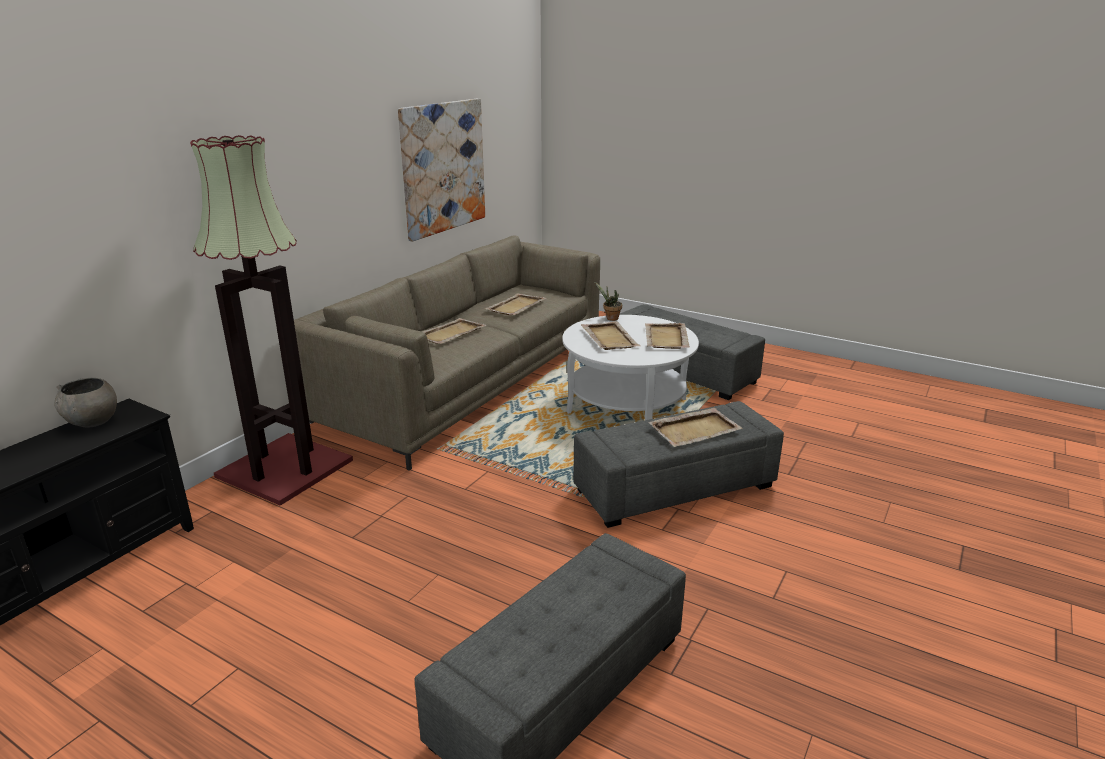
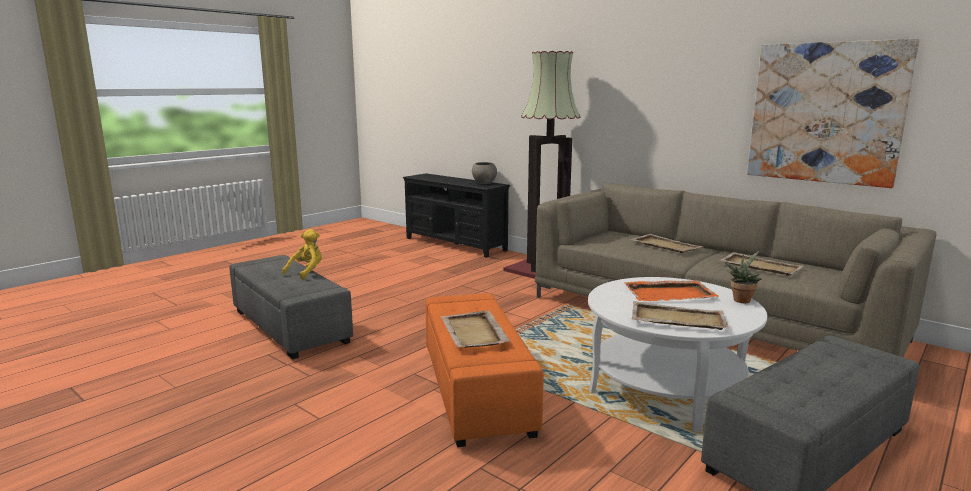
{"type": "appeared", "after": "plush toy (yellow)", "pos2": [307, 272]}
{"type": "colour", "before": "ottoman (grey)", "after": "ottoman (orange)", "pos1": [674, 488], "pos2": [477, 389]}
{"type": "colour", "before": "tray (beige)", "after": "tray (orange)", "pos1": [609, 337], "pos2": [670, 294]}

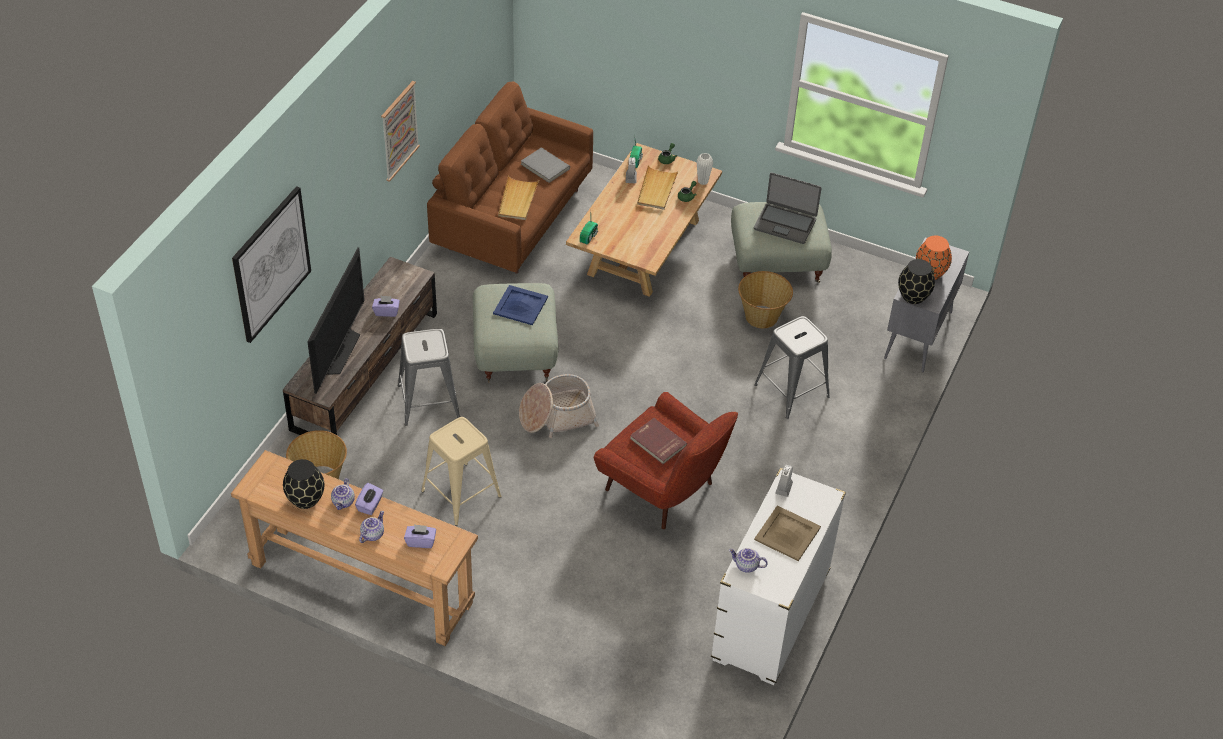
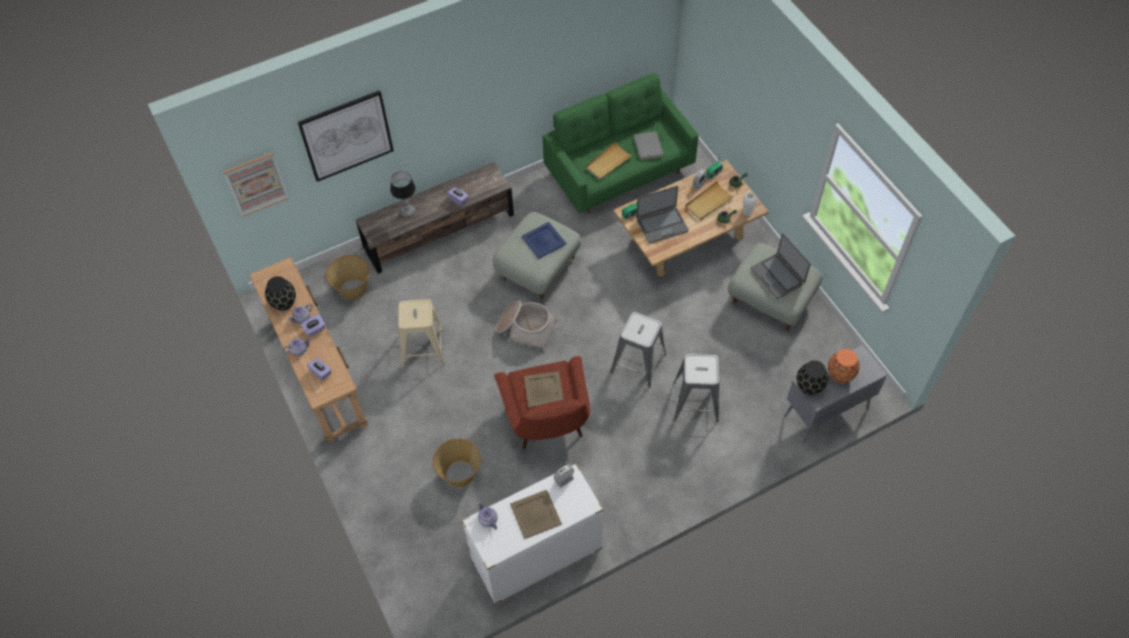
{"type": "appeared", "after": "laptop", "pos2": [662, 225]}
{"type": "relocated", "before": "picture", "pos1": [399, 130], "pos2": [256, 183]}
{"type": "relocated", "before": "stool (grey)", "pos1": [428, 401], "pos2": [638, 363]}
{"type": "relocated", "before": "basket", "pos1": [762, 317], "pos2": [460, 474]}
{"type": "exchanged", "before": "television", "after": "table lamp", "pos1": [339, 351], "pos2": [408, 211]}
{"type": "exchanged", "before": "book (red)", "after": "tray (beige)", "pos1": [657, 443], "pos2": [543, 390]}
{"type": "colour", "before": "sofa (brown)", "after": "sofa (green)", "pos1": [513, 218], "pos2": [619, 172]}

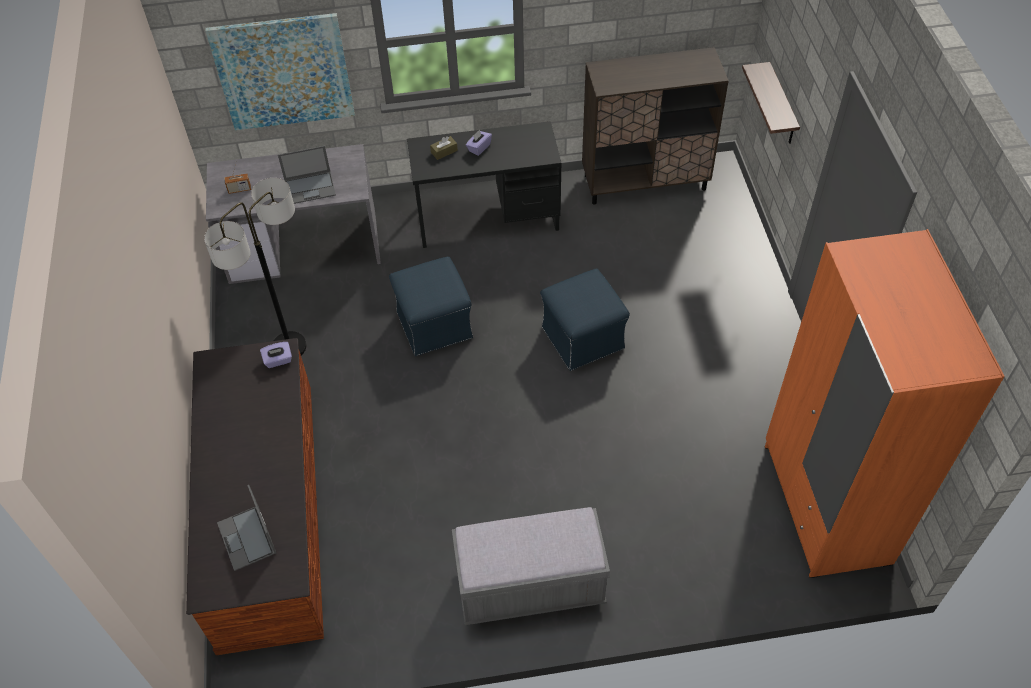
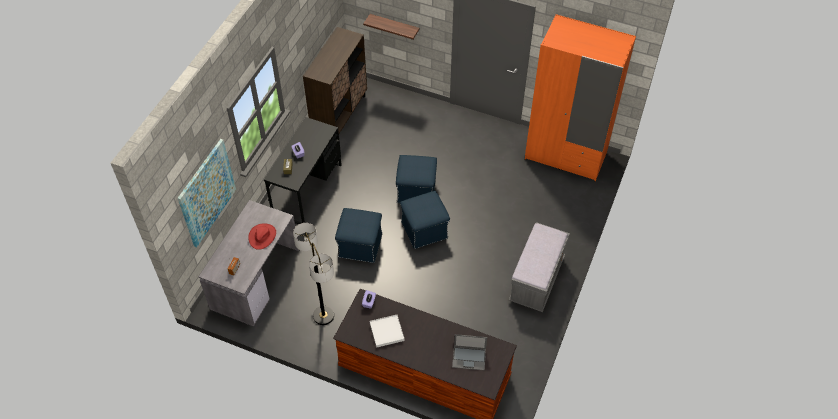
{"type": "appeared", "after": "tray (white)", "pos2": [387, 331]}
{"type": "appeared", "after": "ottoman (blue)", "pos2": [425, 230]}
{"type": "exchanged", "before": "laptop", "after": "hat (red)", "pos1": [310, 187], "pos2": [262, 236]}

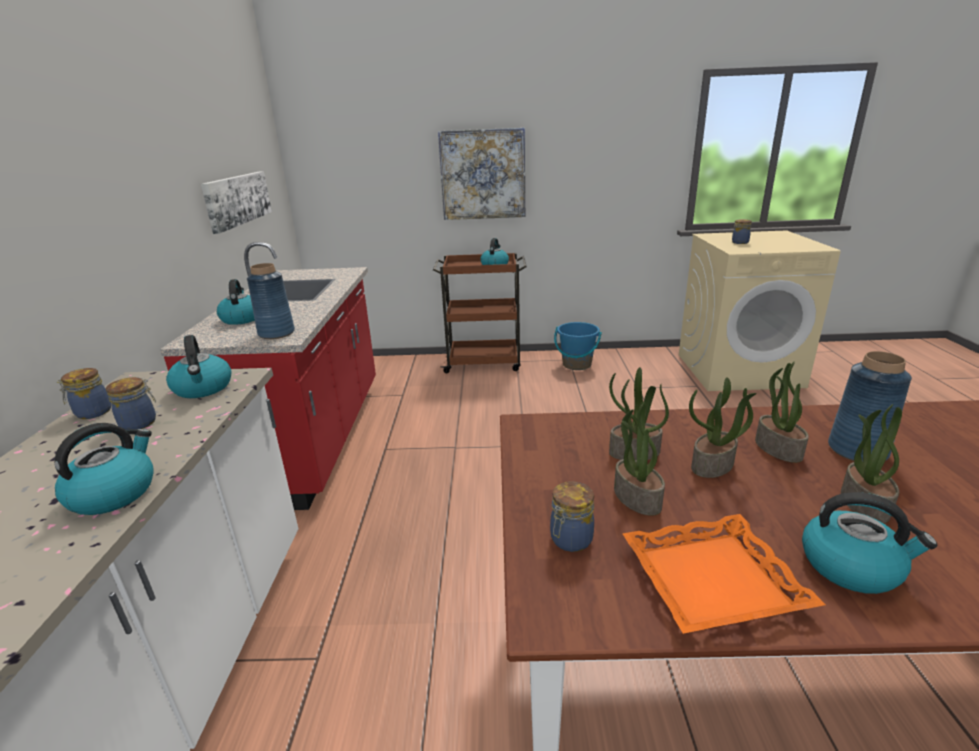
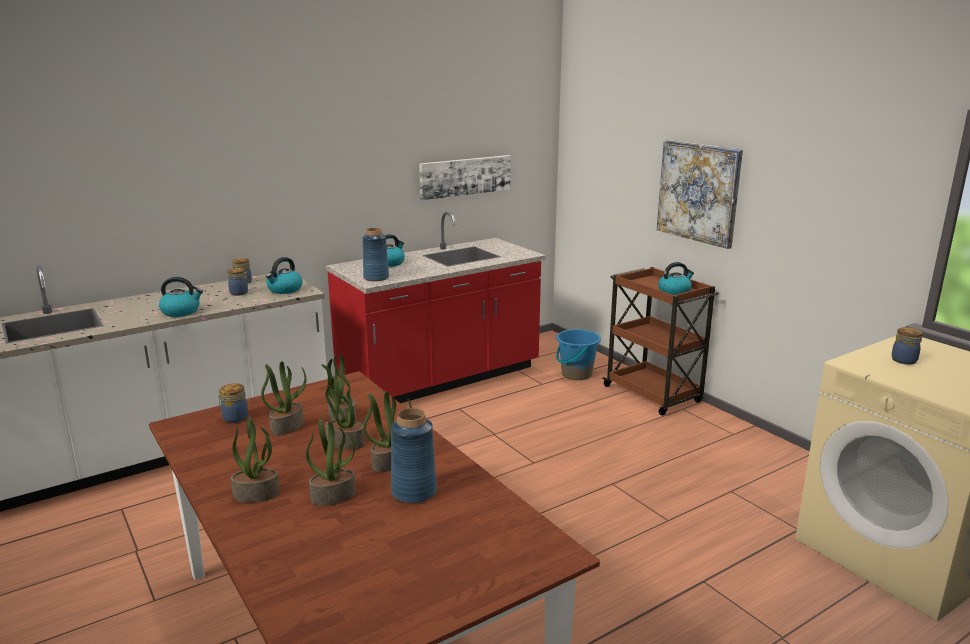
{"type": "missing", "before": "tray (orange)", "pos1": [713, 581]}
{"type": "relocated", "before": "bucket (blue)", "pos1": [576, 364], "pos2": [576, 374]}
{"type": "exchanged", "before": "kettle", "after": "potted plant", "pos1": [851, 566], "pos2": [257, 494]}

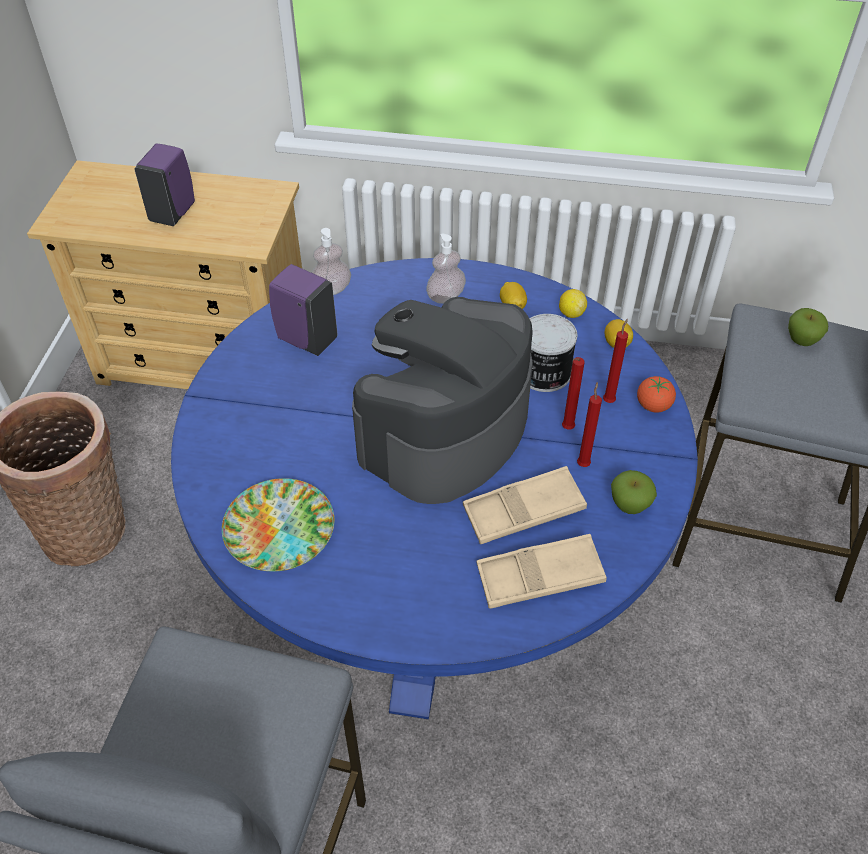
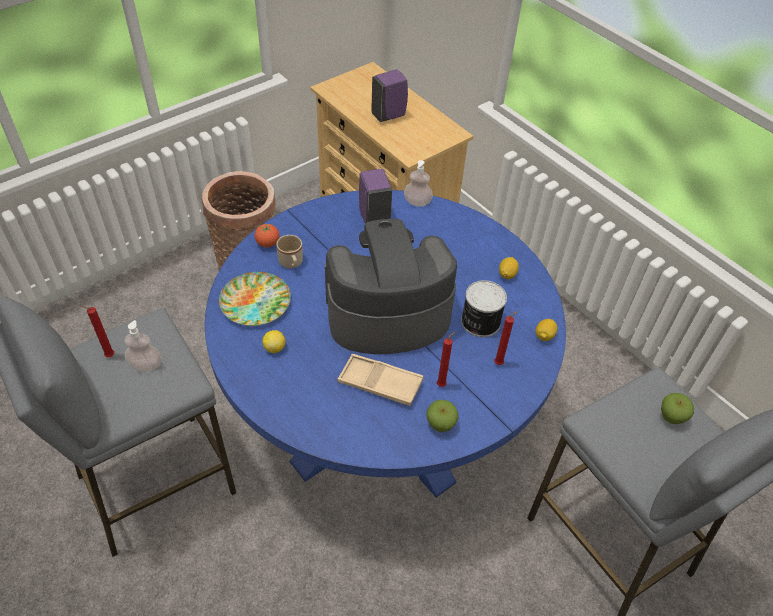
{"type": "missing", "before": "tray (beige)", "pos1": [539, 577]}
{"type": "appeared", "after": "mug (beige)", "pos2": [291, 264]}
{"type": "relocated", "before": "soap dispenser", "pos1": [446, 296], "pos2": [146, 365]}
{"type": "relocated", "before": "lemon", "pos1": [571, 313], "pos2": [274, 348]}
{"type": "relocated", "before": "candle (red)", "pos1": [566, 429], "pos2": [108, 356]}
{"type": "relocated", "before": "tomato", "pos1": [653, 406], "pos2": [268, 243]}

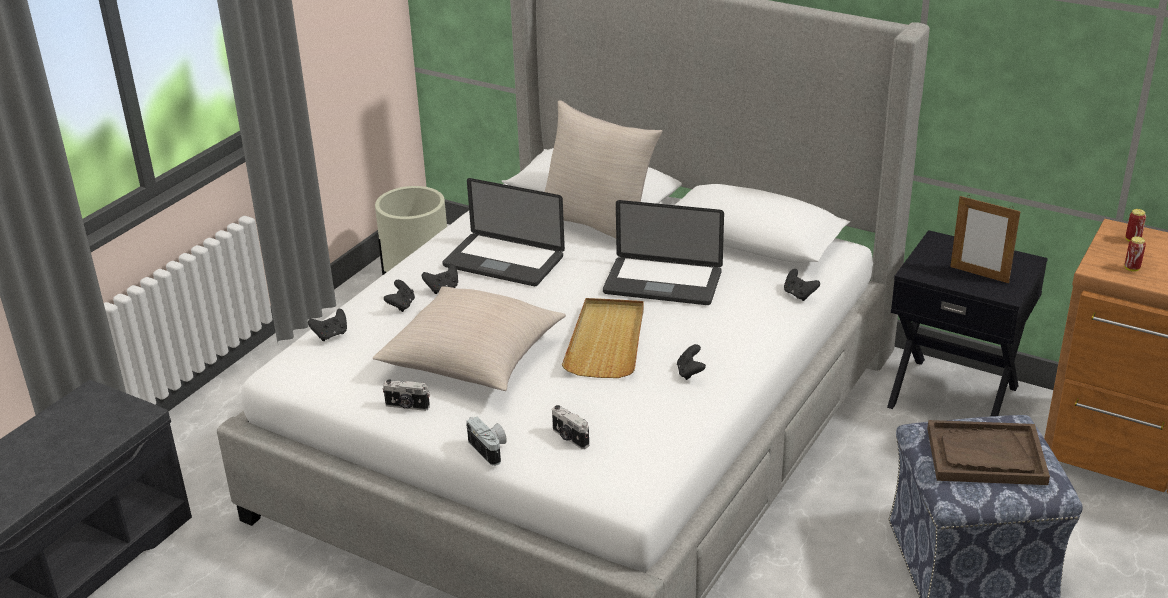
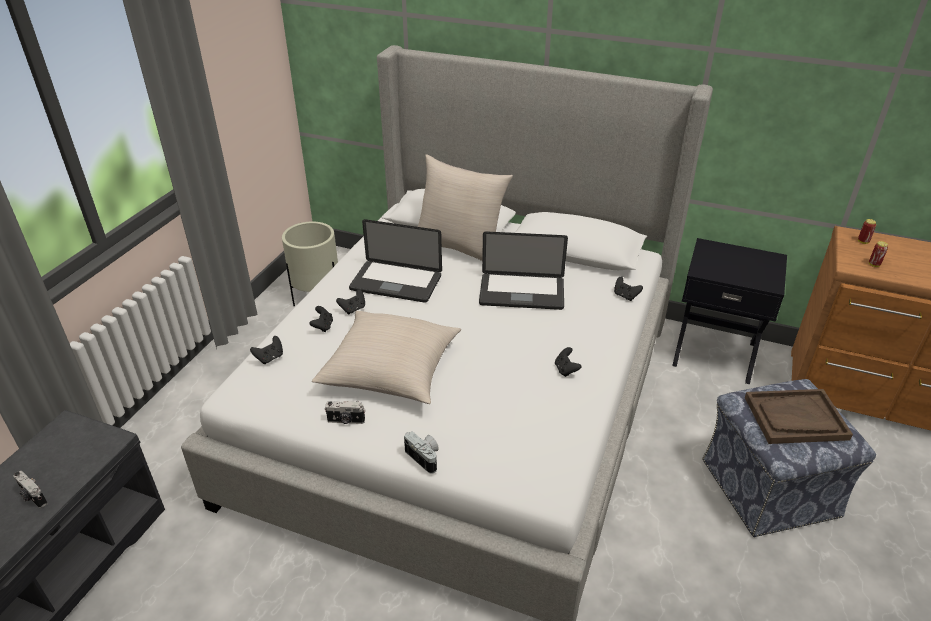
{"type": "missing", "before": "tray (beige)", "pos1": [607, 341]}
{"type": "missing", "before": "picture frame", "pos1": [979, 274]}
{"type": "relocated", "before": "photo camera", "pos1": [569, 438], "pos2": [33, 497]}

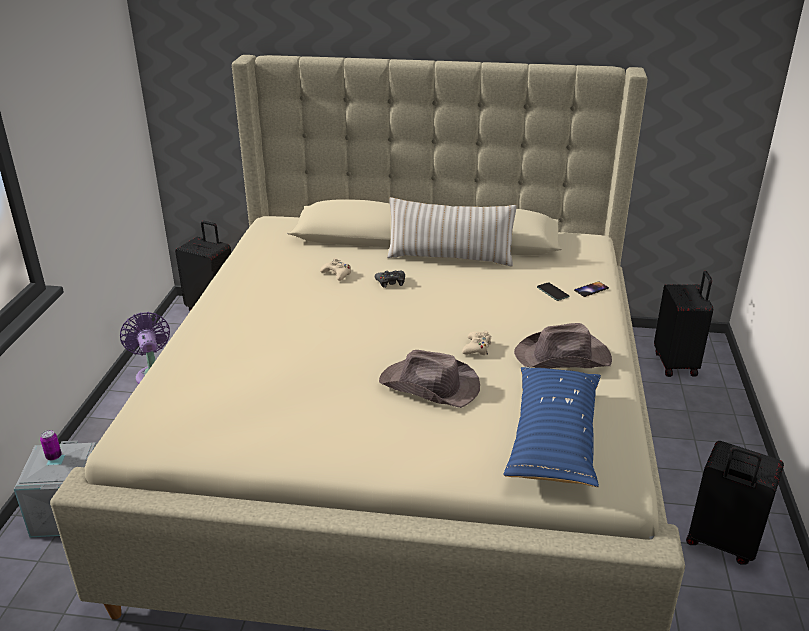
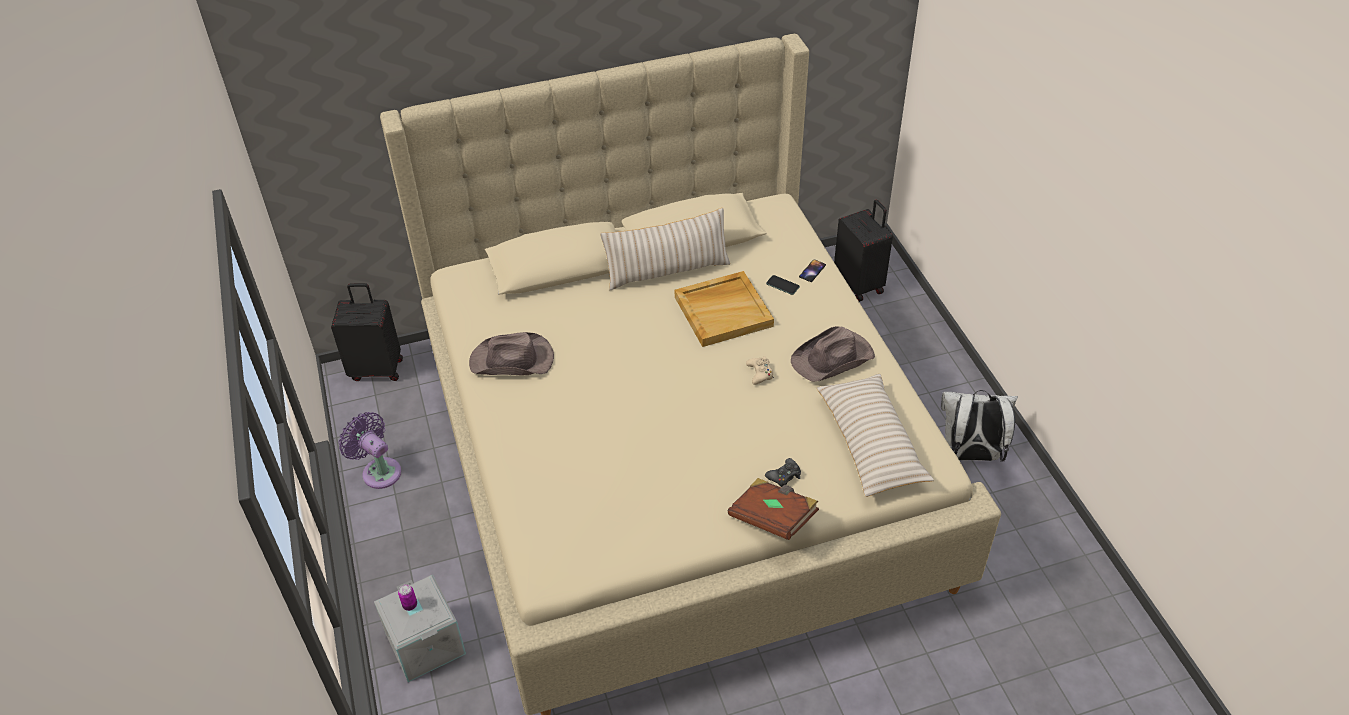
{"type": "missing", "before": "game controller (beige)", "pos1": [337, 274]}
{"type": "appeared", "after": "tray (beige)", "pos2": [723, 311]}
{"type": "appeared", "after": "book (brown)", "pos2": [773, 518]}
{"type": "relocated", "before": "game controller (black)", "pos1": [391, 282], "pos2": [784, 476]}
{"type": "relocated", "before": "hat (brown)", "pos1": [430, 386], "pos2": [512, 361]}
{"type": "exchanged", "before": "suitcase (black)", "after": "backpack (white)", "pos1": [721, 544], "pos2": [969, 455]}
{"type": "colour", "before": "pillow (blue)", "after": "pillow (beige)", "pos1": [554, 438], "pos2": [871, 443]}

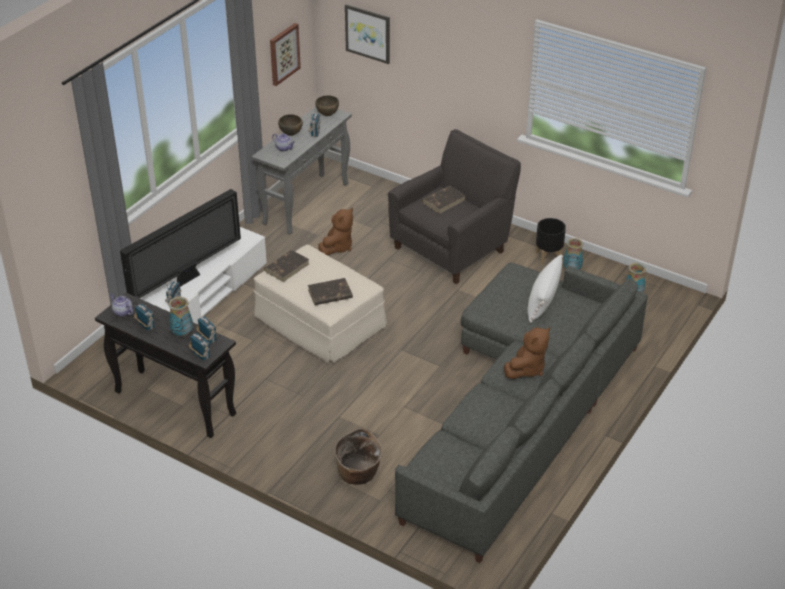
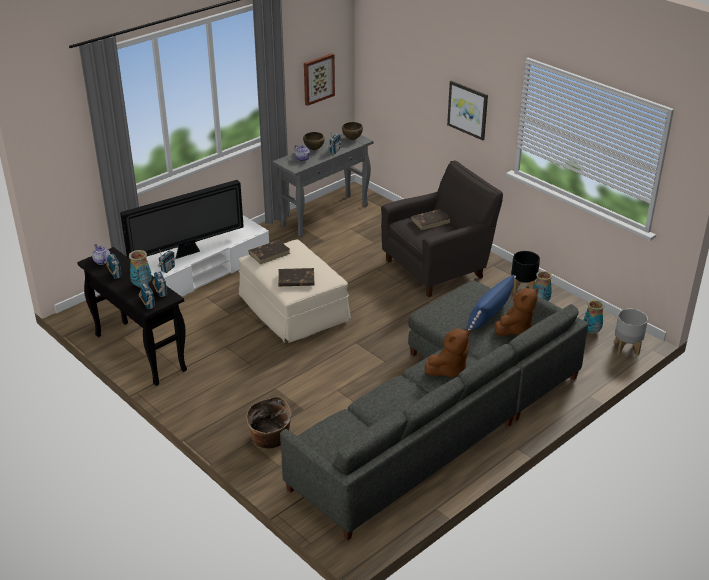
{"type": "appeared", "after": "planter (grey)", "pos2": [626, 348]}
{"type": "relocated", "before": "plush toy (brown)", "pos1": [337, 247], "pos2": [515, 329]}
{"type": "relocated", "before": "picture", "pos1": [368, 33], "pos2": [468, 109]}
{"type": "colour", "before": "pillow (white)", "after": "pillow (blue)", "pos1": [543, 300], "pos2": [489, 314]}

